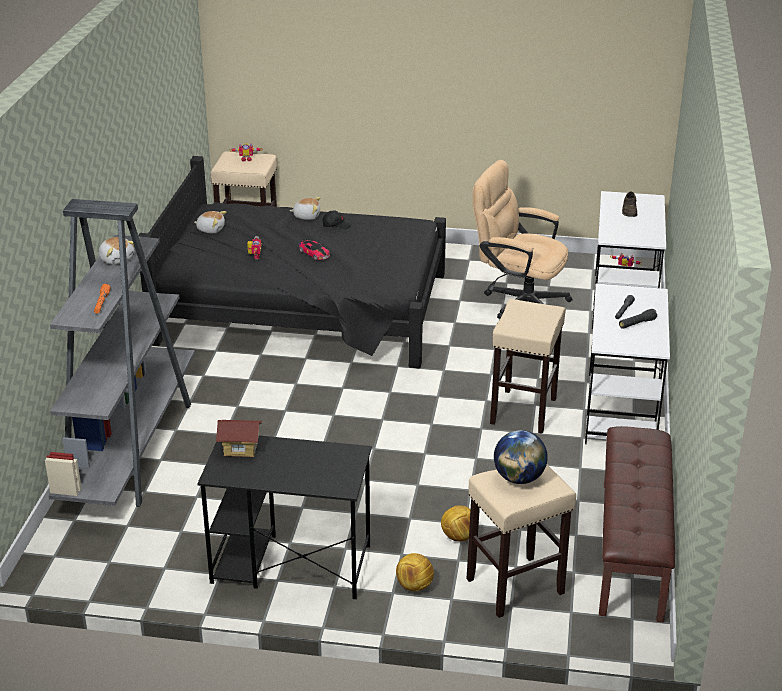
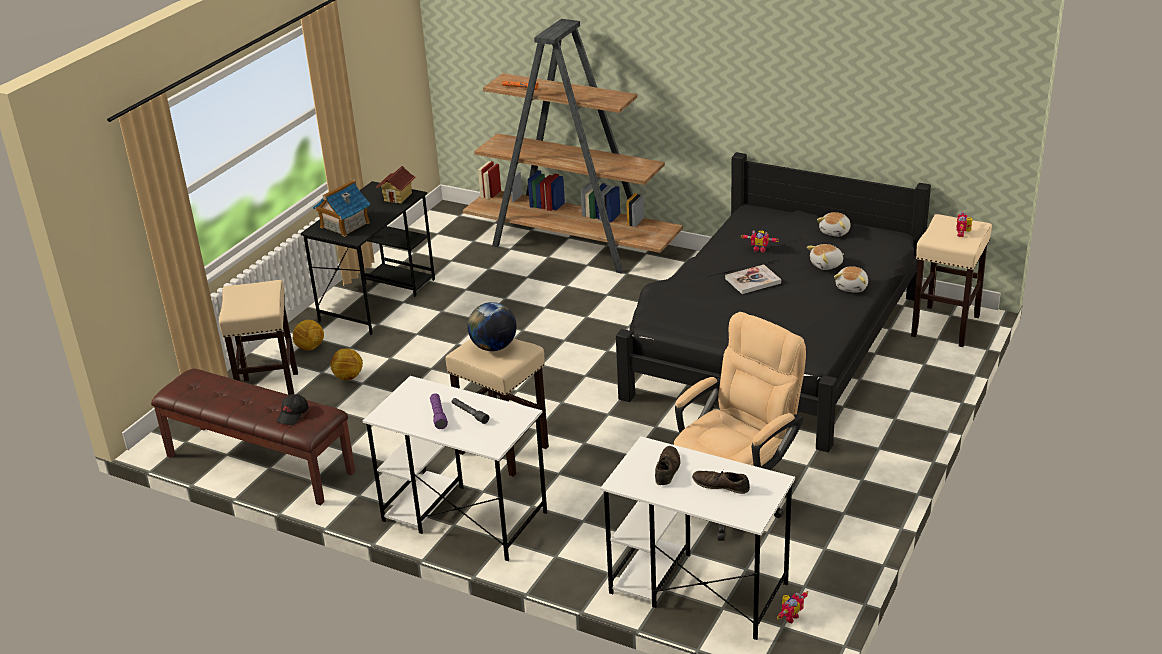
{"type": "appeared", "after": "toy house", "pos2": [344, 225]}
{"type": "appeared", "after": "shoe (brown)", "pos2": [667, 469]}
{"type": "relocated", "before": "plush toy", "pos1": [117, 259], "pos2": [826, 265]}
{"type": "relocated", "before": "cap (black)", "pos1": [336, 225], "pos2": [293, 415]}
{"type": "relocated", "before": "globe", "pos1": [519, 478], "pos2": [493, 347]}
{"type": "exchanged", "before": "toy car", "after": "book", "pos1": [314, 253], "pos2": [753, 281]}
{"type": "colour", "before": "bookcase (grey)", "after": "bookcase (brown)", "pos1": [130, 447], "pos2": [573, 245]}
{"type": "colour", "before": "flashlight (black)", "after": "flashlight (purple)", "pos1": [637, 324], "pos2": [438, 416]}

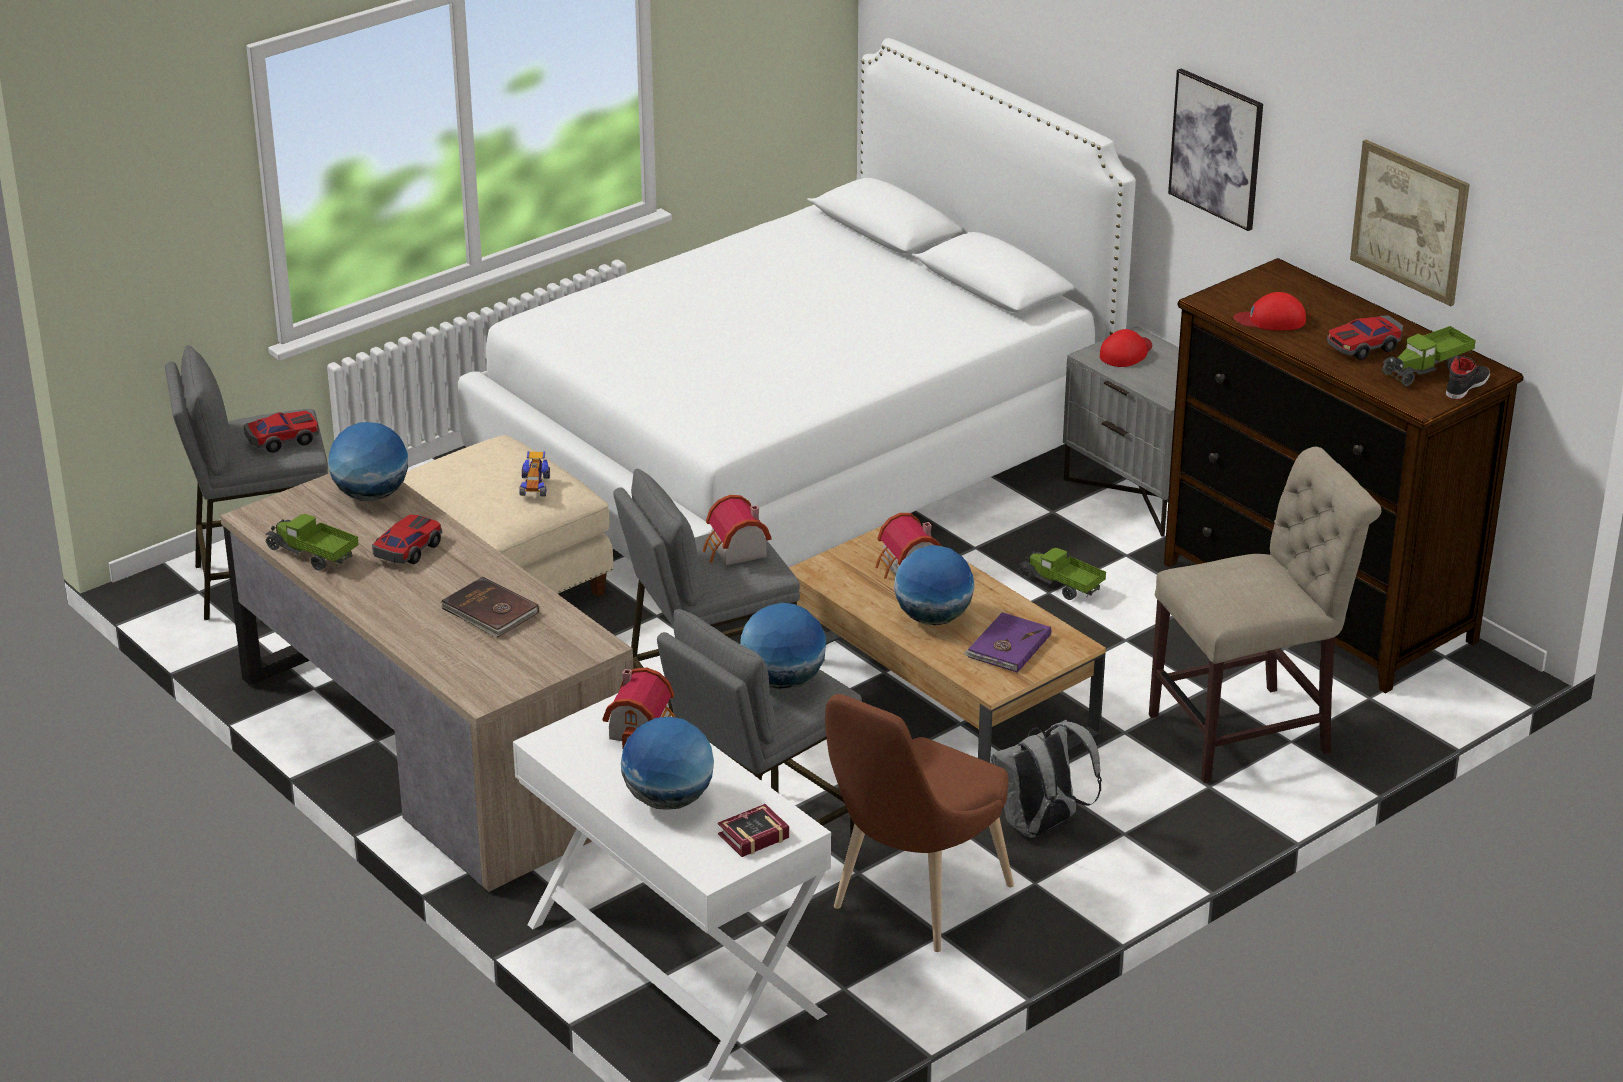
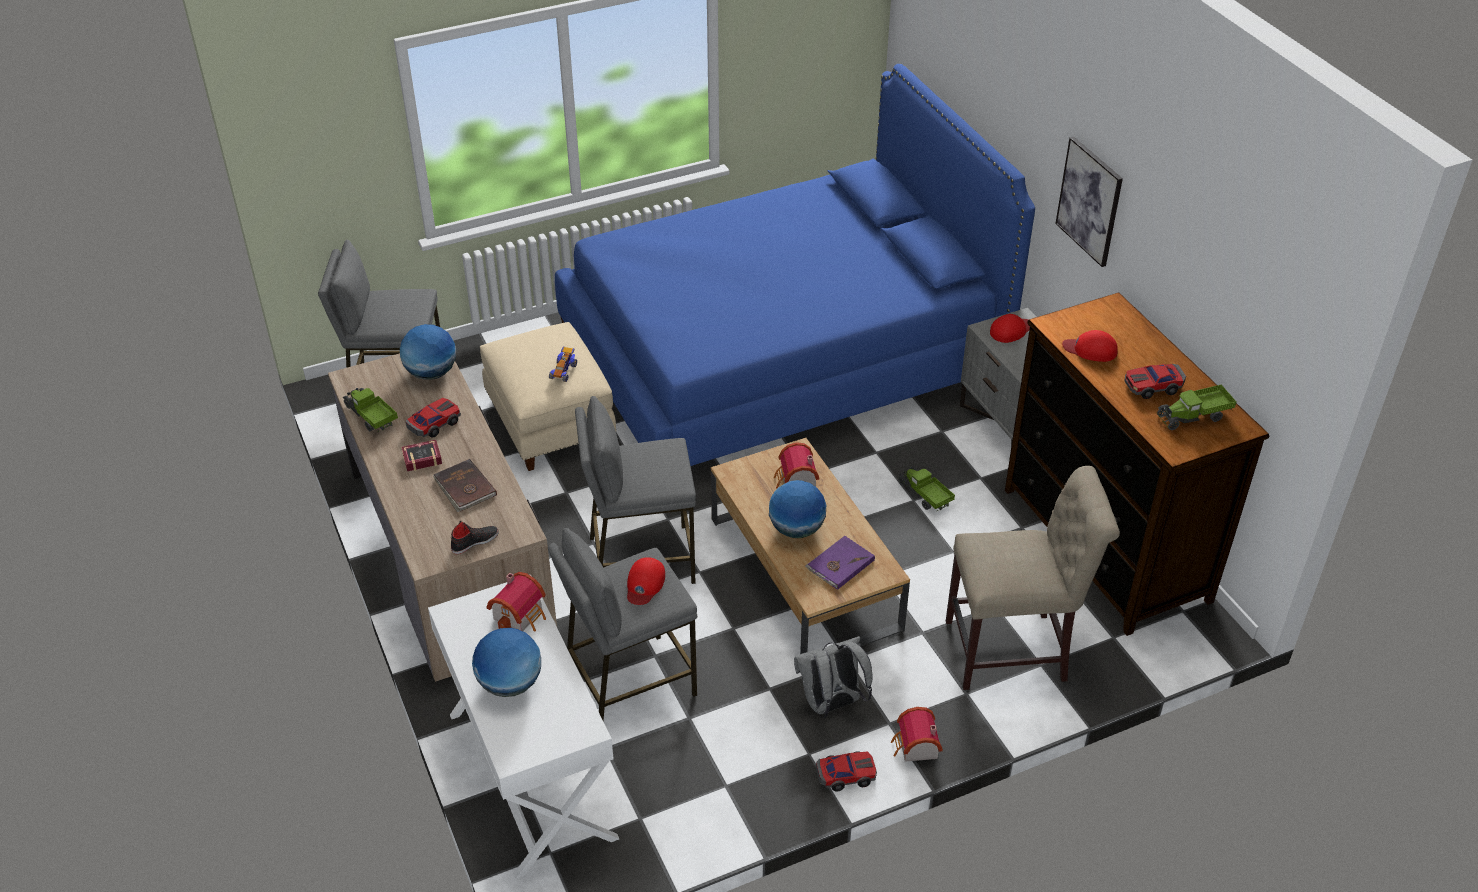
{"type": "missing", "before": "chair (brown)", "pos1": [913, 902]}
{"type": "missing", "before": "picture", "pos1": [1409, 222]}
{"type": "relocated", "before": "toy car", "pos1": [283, 439], "pos2": [846, 775]}
{"type": "relocated", "before": "toy house", "pos1": [735, 551], "pos2": [915, 748]}
{"type": "relocated", "before": "book", "pos1": [750, 836], "pos2": [420, 458]}
{"type": "relocated", "before": "shoe (black)", "pos1": [1466, 386], "pos2": [474, 541]}
{"type": "exchanged", "before": "globe", "after": "cap (red)", "pos1": [783, 681], "pos2": [644, 584]}
{"type": "colour", "before": "bed (white)", "after": "bed (blue)", "pos1": [796, 459], "pos2": [781, 356]}

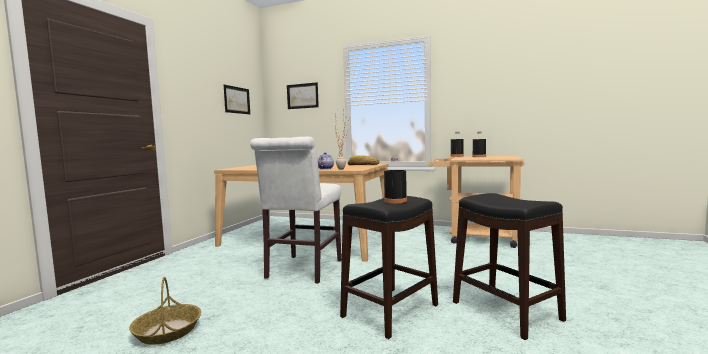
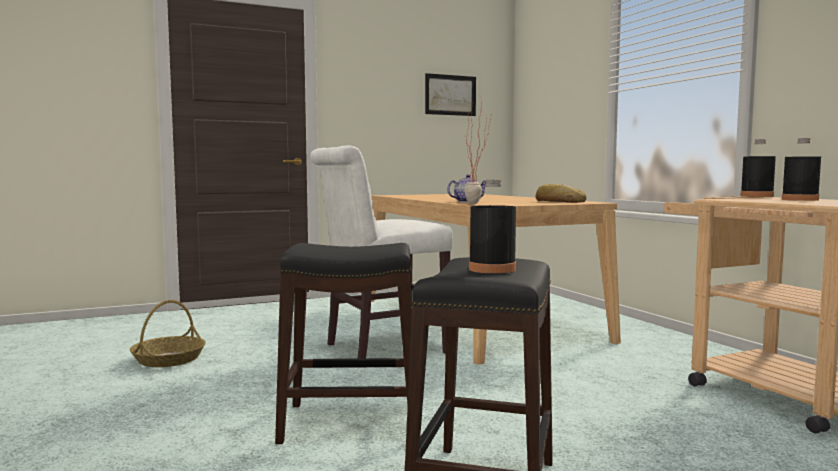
{"type": "missing", "before": "picture", "pos1": [302, 96]}
{"type": "relocated", "before": "bottle (black)", "pos1": [395, 201], "pos2": [492, 269]}

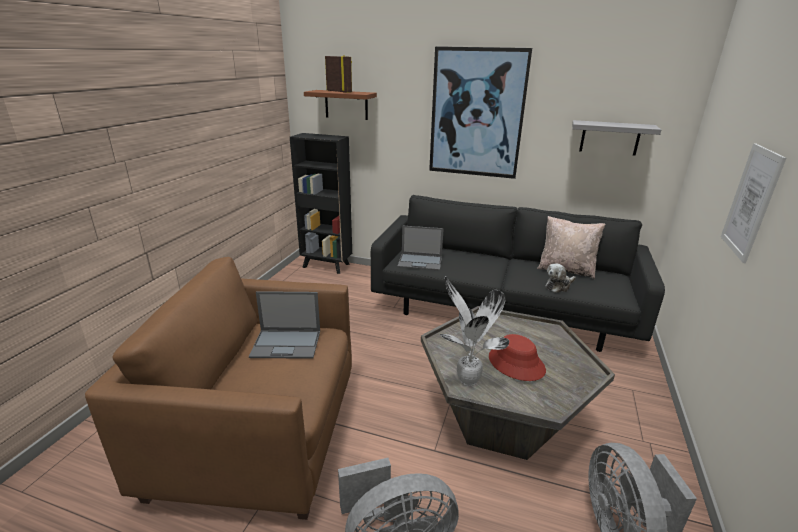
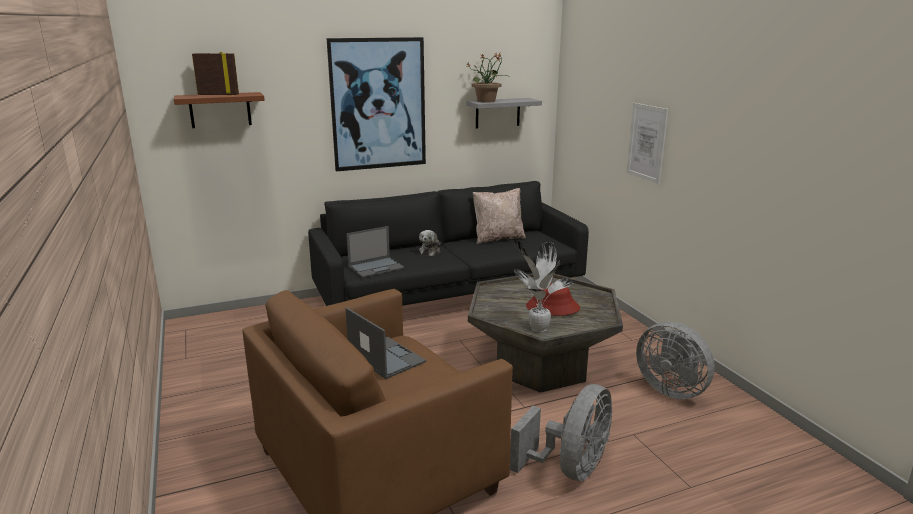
{"type": "missing", "before": "bookcase (black)", "pos1": [327, 266]}
{"type": "appeared", "after": "potted plant", "pos2": [487, 101]}
{"type": "relocated", "before": "plush toy", "pos1": [558, 286], "pos2": [430, 251]}
{"type": "spun", "before": "laptop", "pos1": [287, 344], "pos2": [385, 357], "turn": -90}

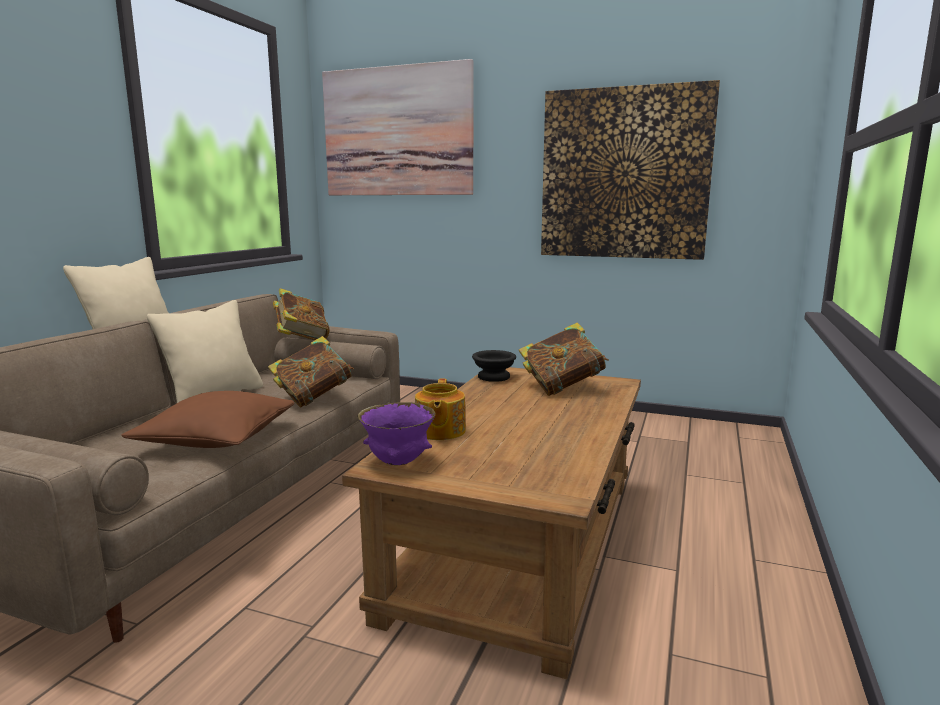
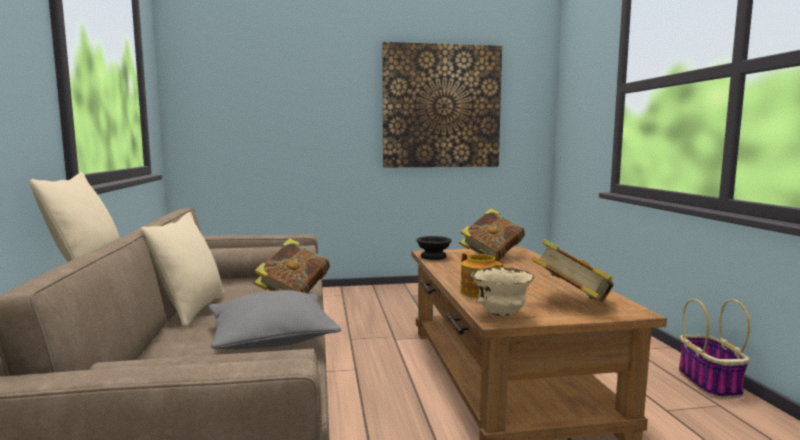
{"type": "missing", "before": "picture", "pos1": [397, 132]}
{"type": "appeared", "after": "basket", "pos2": [710, 383]}
{"type": "relocated", "before": "book", "pos1": [302, 339], "pos2": [571, 302]}
{"type": "colour", "before": "pillow (brown)", "after": "pillow (grey)", "pos1": [217, 438], "pos2": [271, 338]}
{"type": "colour", "before": "bowl (purple)", "after": "bowl (beige)", "pos1": [398, 462], "pos2": [501, 314]}

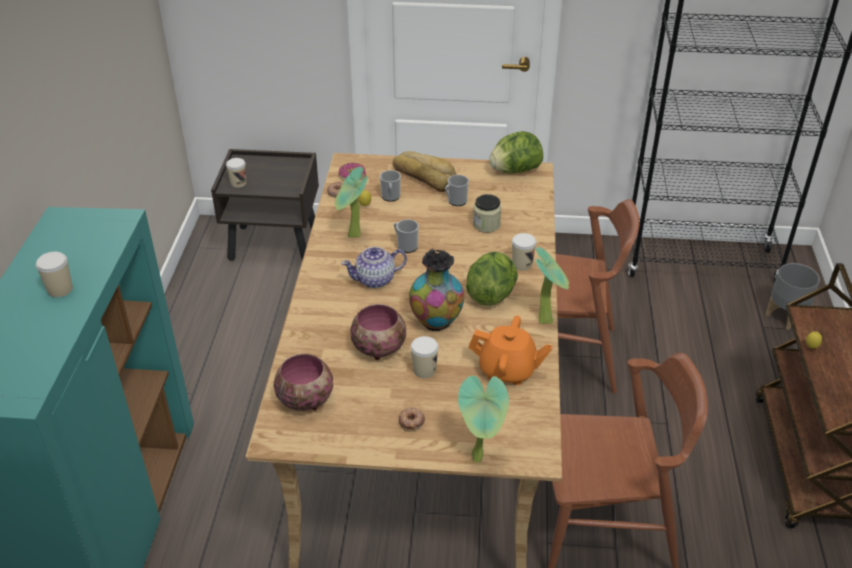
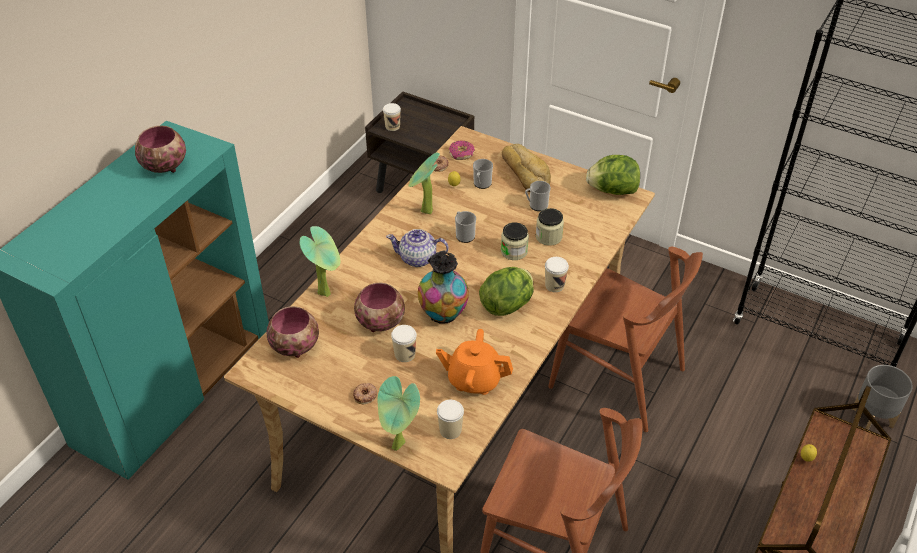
{"type": "appeared", "after": "bowl", "pos2": [164, 166]}
{"type": "appeared", "after": "jar", "pos2": [514, 251]}
{"type": "relocated", "before": "cup", "pos1": [60, 289], "pos2": [450, 430]}
{"type": "relocated", "before": "potted plant", "pos1": [547, 319], "pos2": [327, 292]}
{"type": "spun", "before": "teapot (orange)", "pos1": [507, 370], "pos2": [474, 379], "turn": 150}

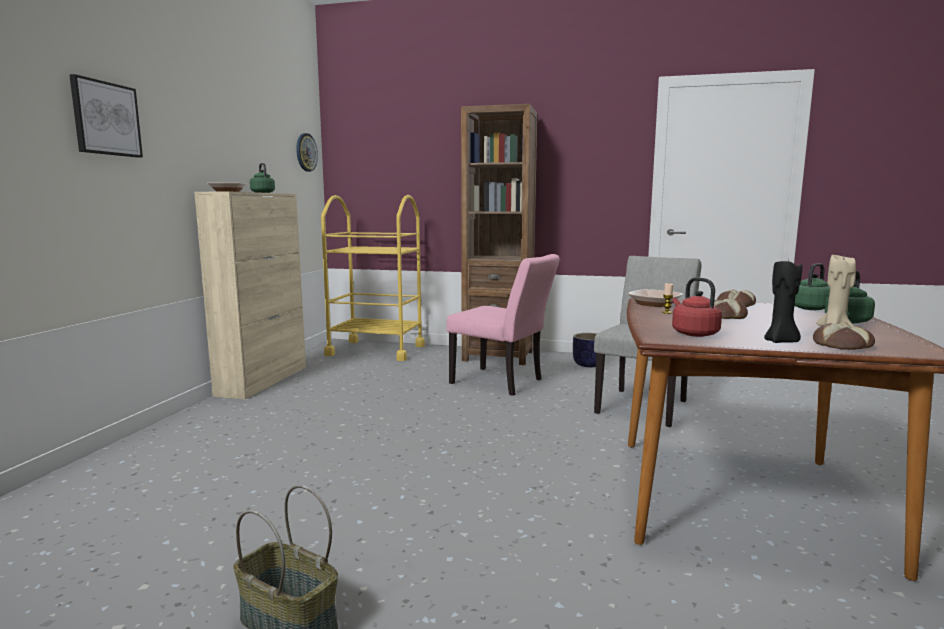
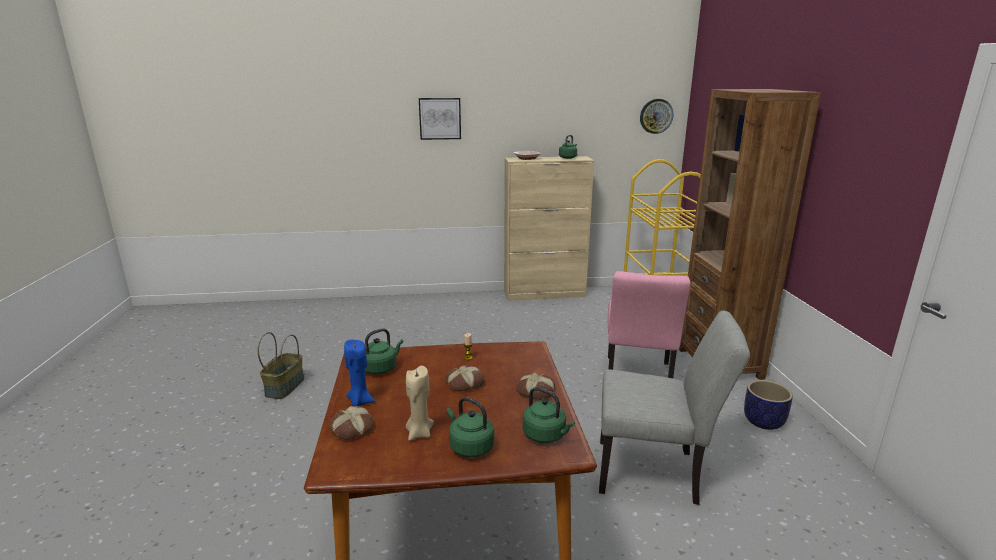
{"type": "missing", "before": "bowl", "pos1": [654, 304]}
{"type": "colour", "before": "kettle (red)", "after": "kettle (green)", "pos1": [693, 333], "pos2": [381, 368]}
{"type": "colour", "before": "candle (black)", "after": "candle (blue)", "pos1": [781, 342], "pos2": [359, 402]}

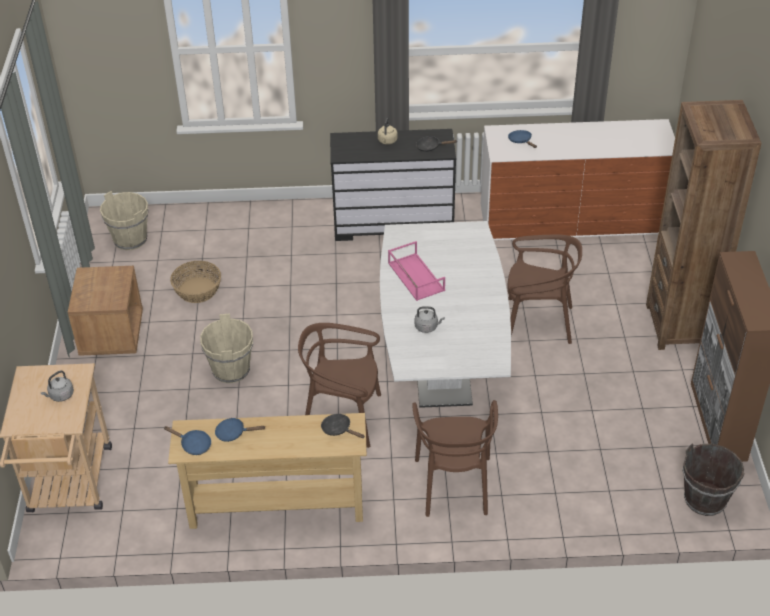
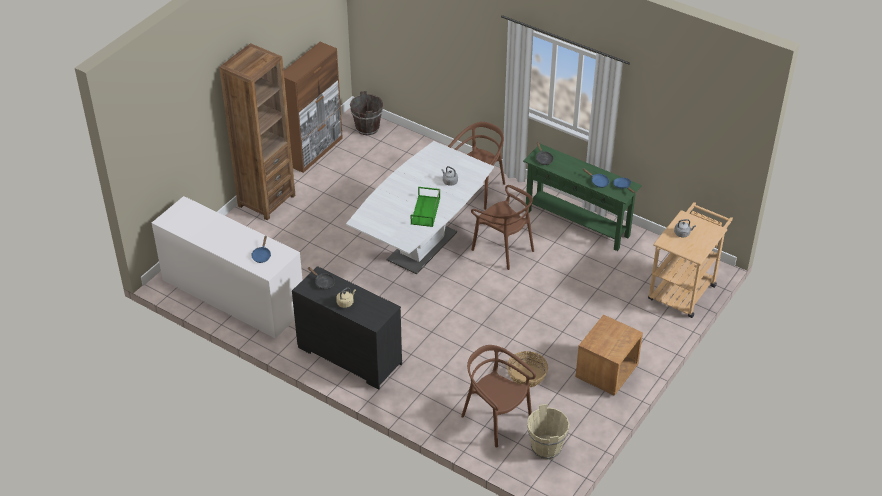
{"type": "missing", "before": "bucket (beige)", "pos1": [231, 370]}
{"type": "relocated", "before": "chair (brown)", "pos1": [537, 323], "pos2": [495, 418]}
{"type": "colour", "before": "console table (beige)", "after": "console table (green)", "pos1": [276, 508], "pos2": [577, 223]}
{"type": "colour", "before": "tray (pink)", "after": "tray (green)", "pos1": [415, 276], "pos2": [426, 211]}

